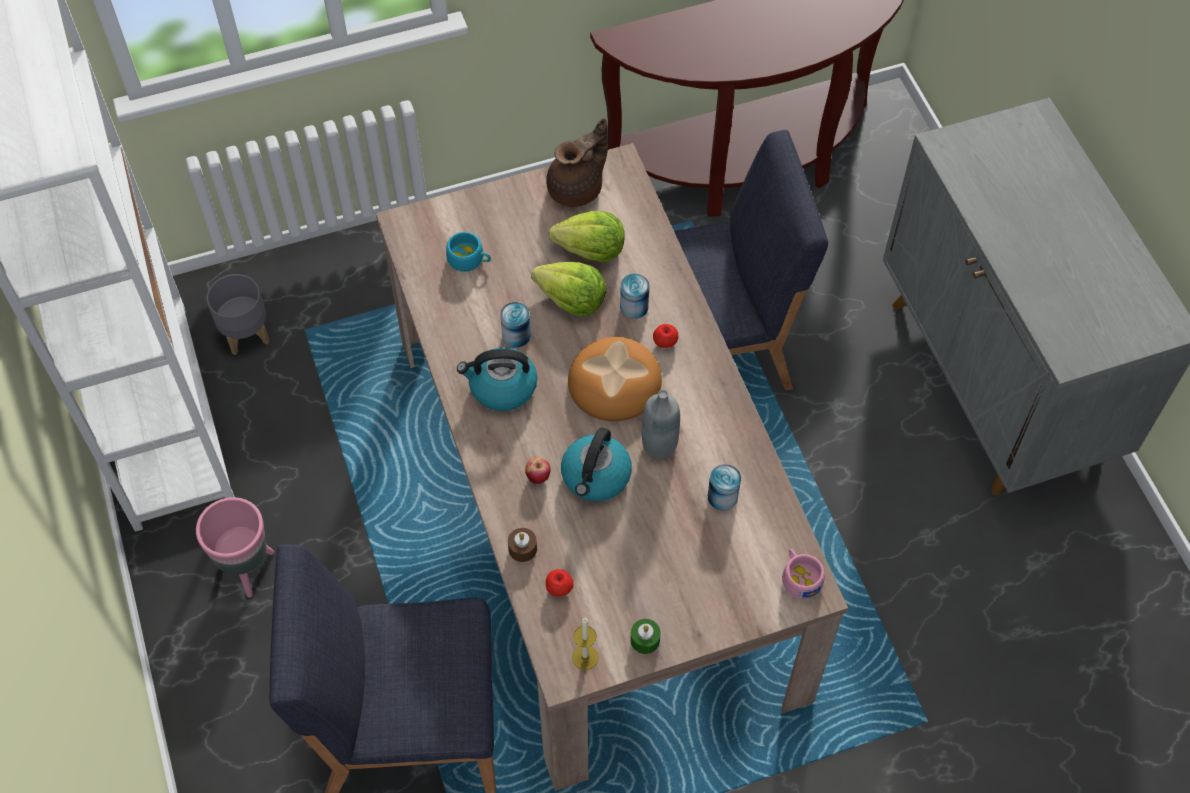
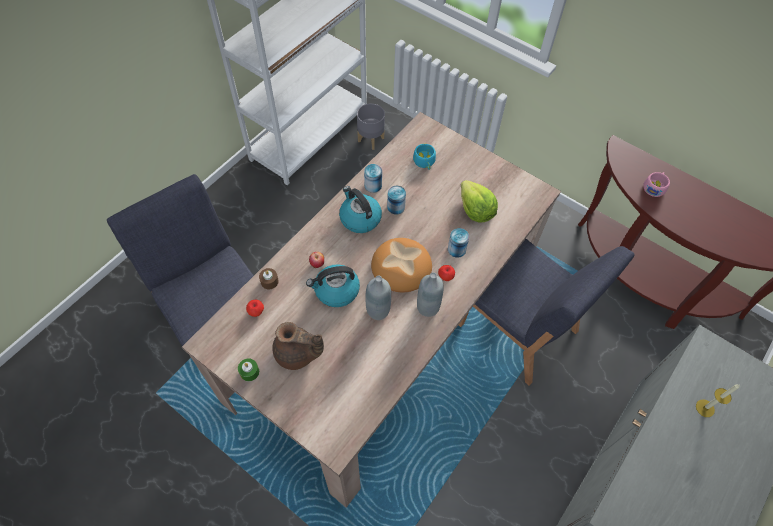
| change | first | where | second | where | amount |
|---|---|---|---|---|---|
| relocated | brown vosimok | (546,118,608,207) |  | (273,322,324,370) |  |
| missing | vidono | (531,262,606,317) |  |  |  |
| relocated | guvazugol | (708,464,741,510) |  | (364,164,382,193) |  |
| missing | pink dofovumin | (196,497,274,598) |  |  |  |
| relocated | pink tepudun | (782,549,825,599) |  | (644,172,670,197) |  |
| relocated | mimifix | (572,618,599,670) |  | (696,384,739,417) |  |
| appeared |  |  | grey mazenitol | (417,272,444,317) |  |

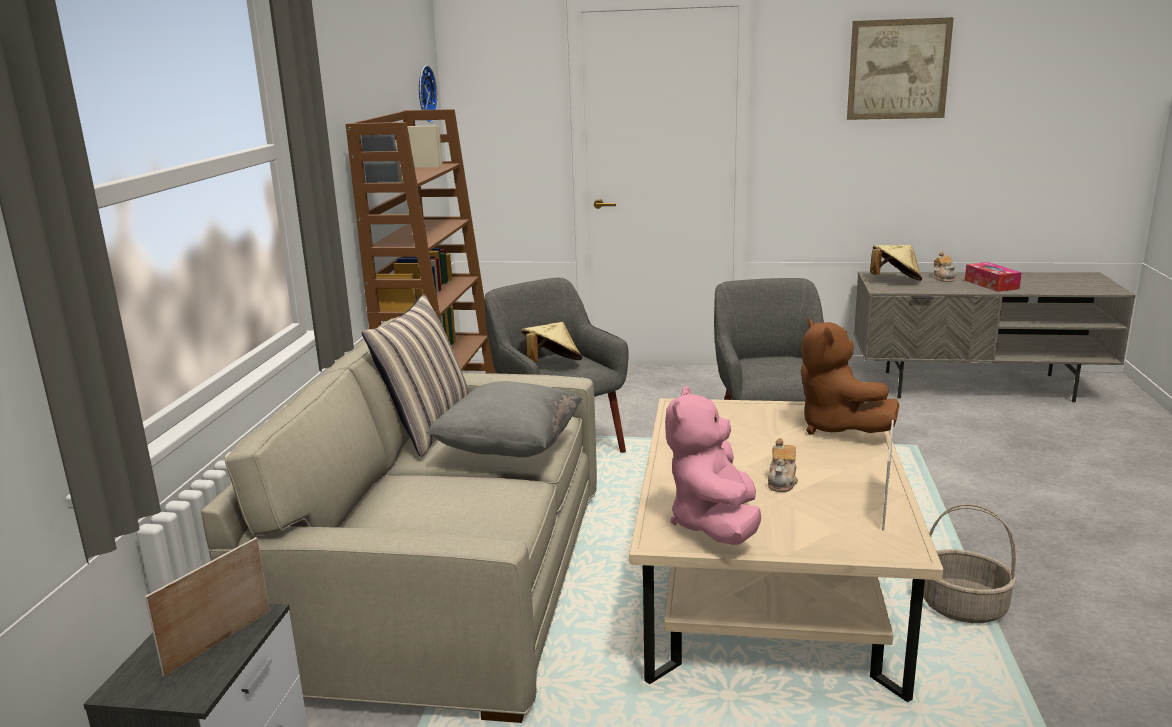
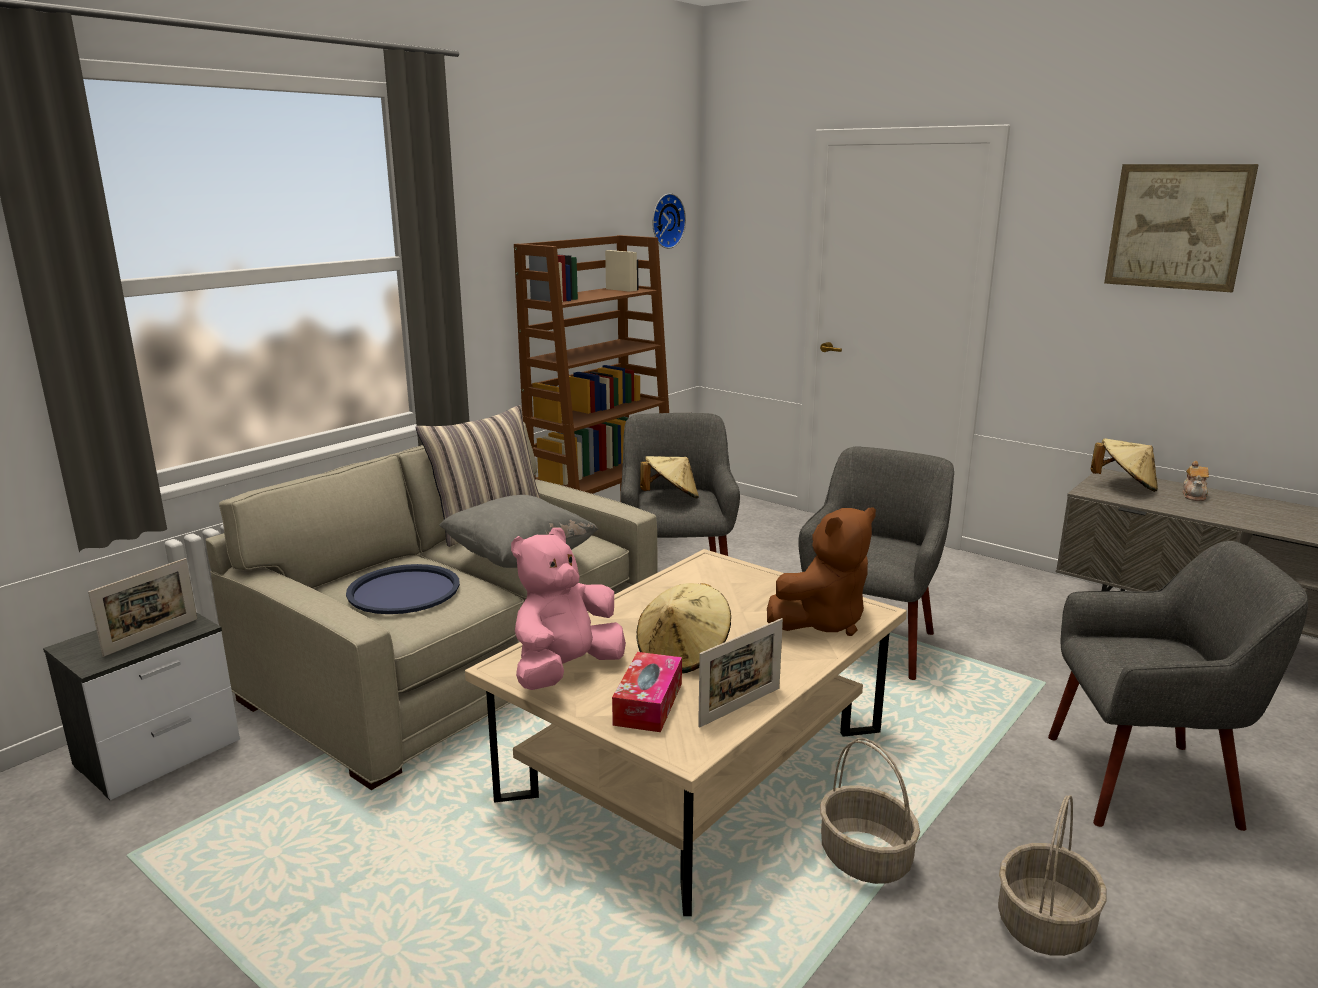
| change | first | where | second | where | amount |
|---|---|---|---|---|---|
| relocated | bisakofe | (965,262,1022,292) |  | (612,652,682,732) |  |
| spun | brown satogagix | (801,319,899,435) |  | (767,507,876,636) | 135 degrees counterclockwise |
| exchanged | vosimok | (768,438,798,492) | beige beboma | (636,583,731,674) |  |
| spun | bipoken | (145,537,270,677) |  | (88,558,197,657) | 150 degrees clockwise |
| appeared |  |  | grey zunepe | (1048,541,1308,831) |  |
| appeared |  |  | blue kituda | (346,564,460,614) |  |
| appeared |  |  | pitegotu | (998,795,1107,956) |  |

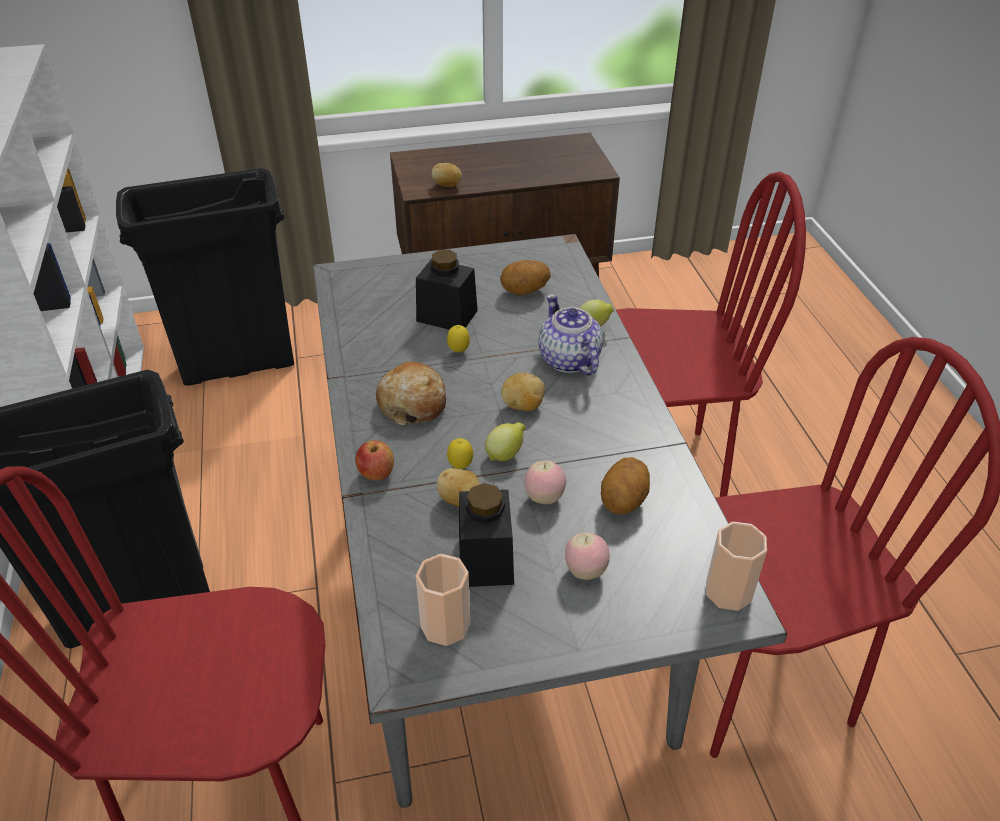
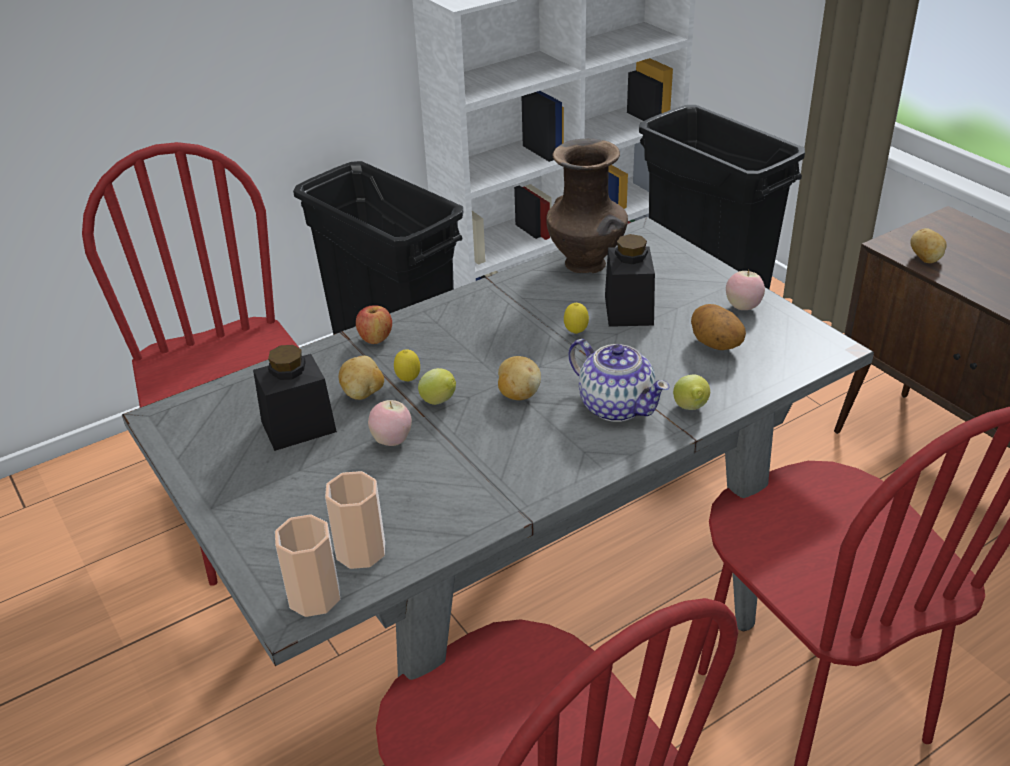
| change | first | where | second | where | amount |
|---|---|---|---|---|---|
| spun | vosimok | (538,294,603,376) |  | (568,339,670,422) | 90 degrees clockwise |
| missing | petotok | (376,362,446,425) |  |  |  |
| missing | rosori | (601,457,650,514) |  |  |  |
| relocated | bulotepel | (565,532,610,580) |  | (726,270,765,310) |  |
| relocated | tepudun | (416,554,470,646) |  | (325,471,385,569) |  |
| appeared |  |  | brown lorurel | (546,139,628,273) |  |

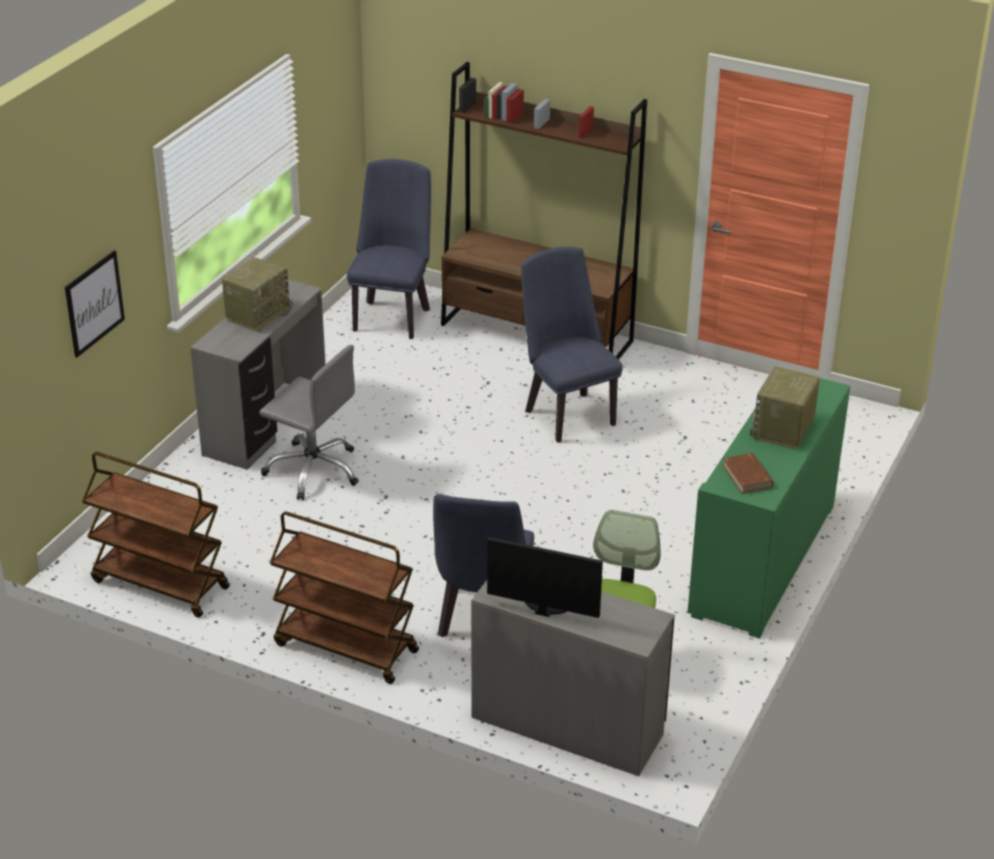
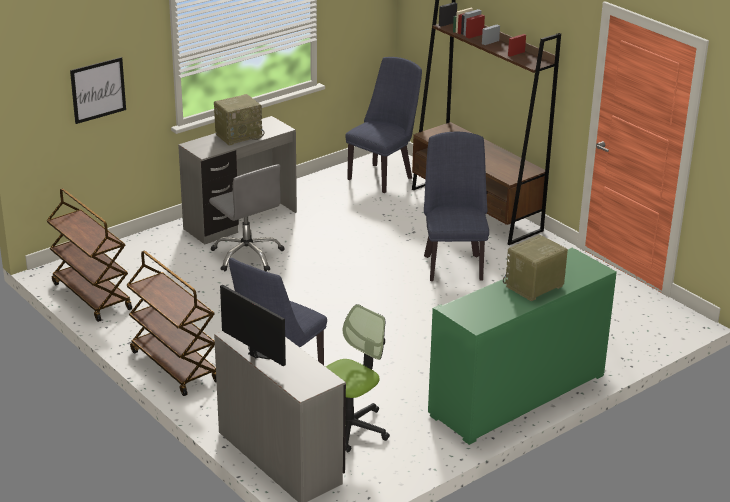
| change | first | where | second | where | amount |
|---|---|---|---|---|---|
| missing | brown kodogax | (722,453,773,494) |  |  |  |

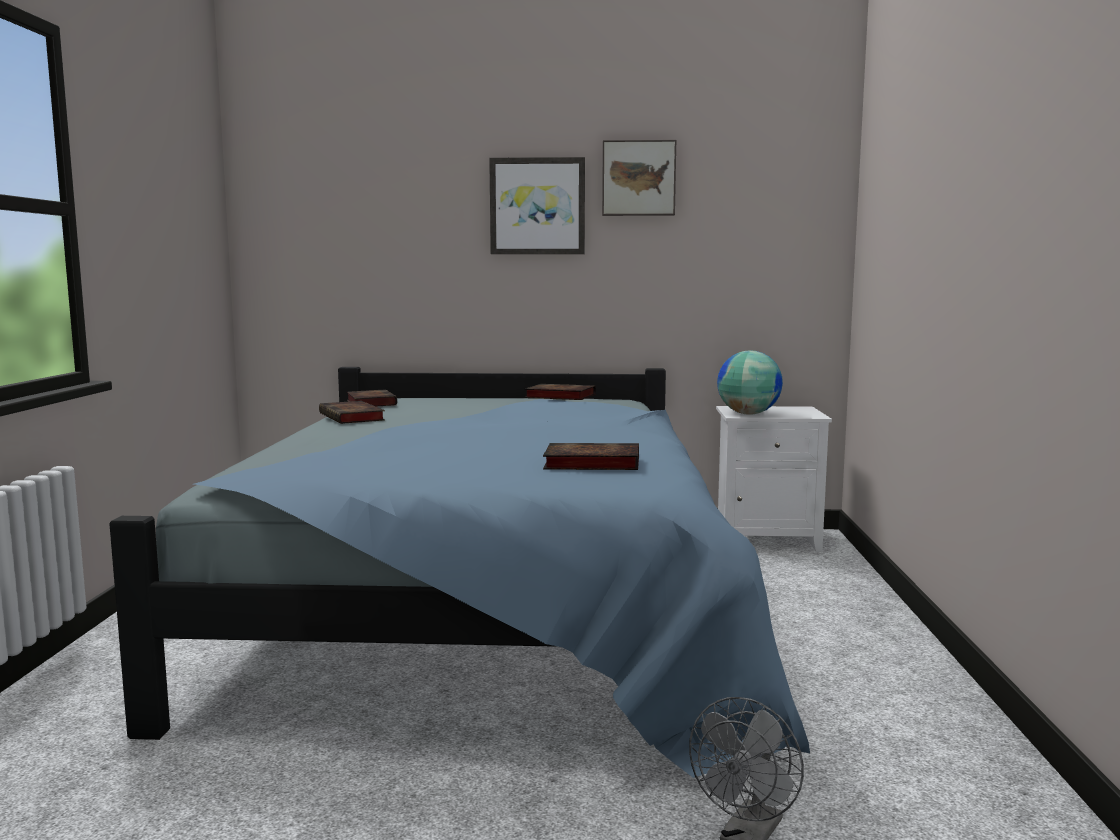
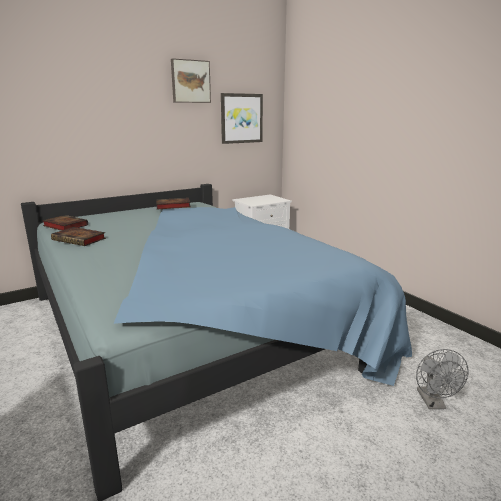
| change | first | where | second | where | amount |
|---|---|---|---|---|---|
| relocated | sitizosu | (489,157,585,254) |  | (221,93,263,144) |  |
| missing | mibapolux | (717,351,783,415) |  |  |  |
| missing | kodogax | (543,443,639,470) |  |  |  |

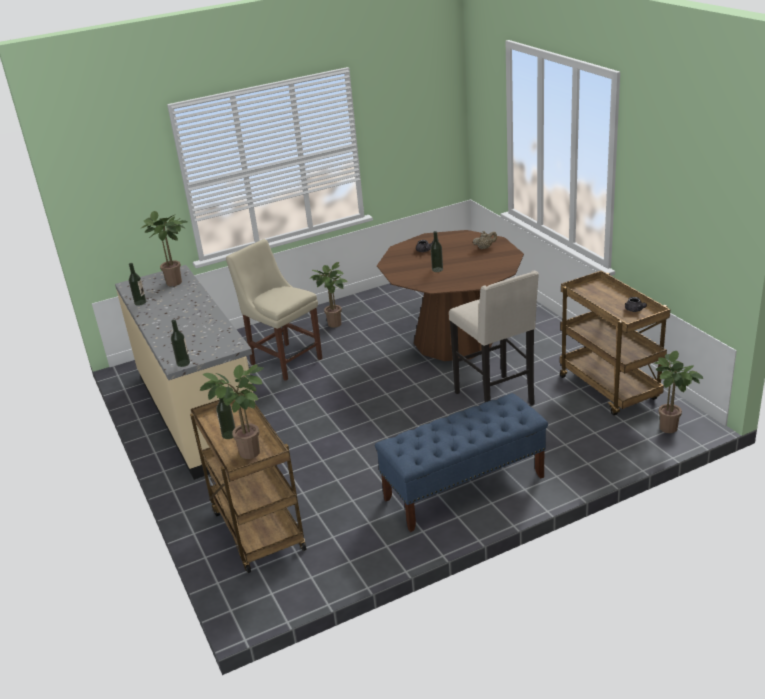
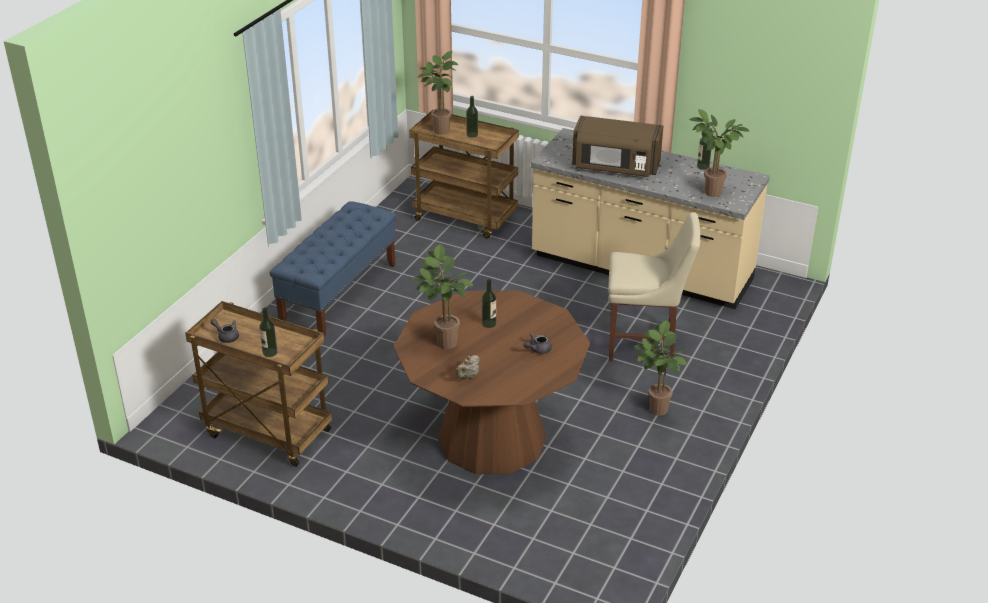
| change | first | where | second | where | amount |
|---|---|---|---|---|---|
| missing | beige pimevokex | (449,271,539,405) |  |  |  |
| relocated | mazenitol | (171,319,190,367) |  | (259,307,278,357) |  |
| relocated | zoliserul | (655,351,703,433) |  | (412,244,473,349) |  |
| appeared |  |  | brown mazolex | (572,116,663,177) |  |

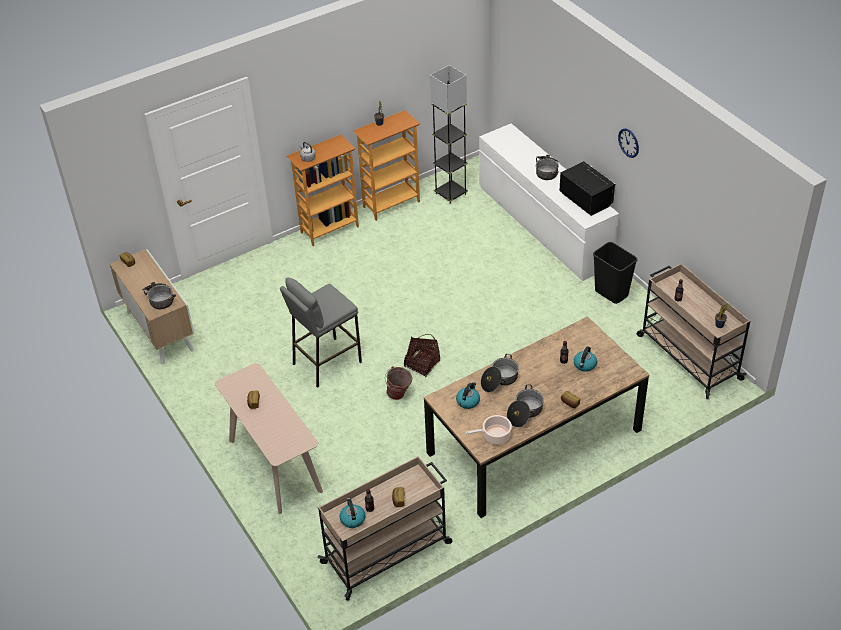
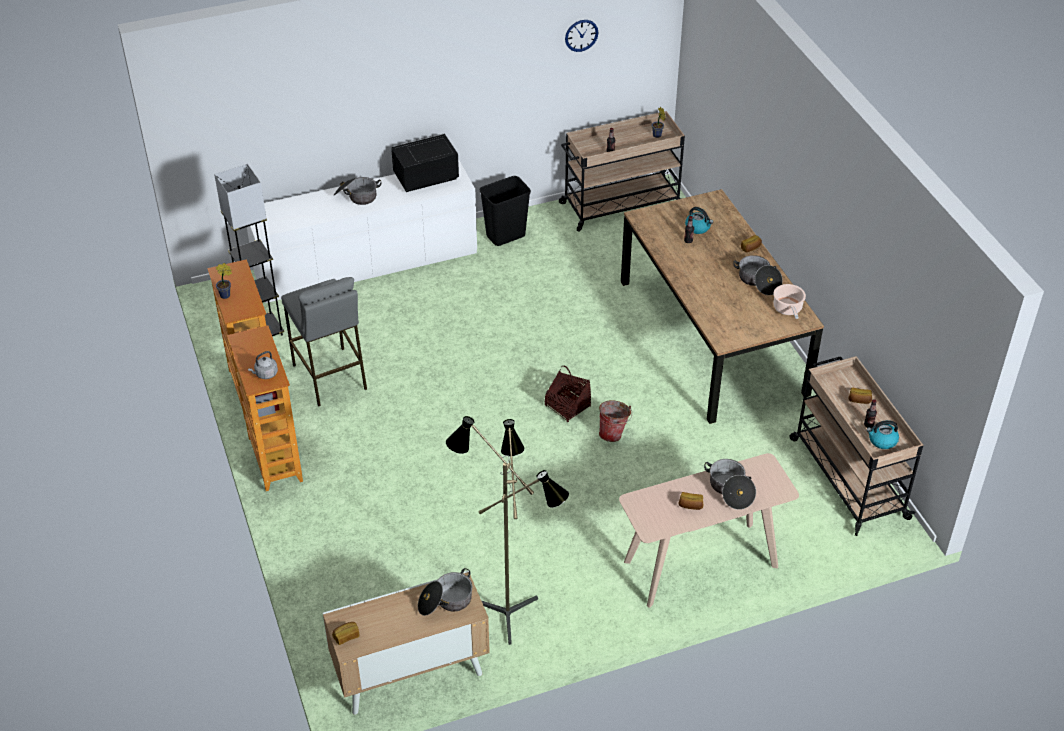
| change | first | where | second | where | amount |
|---|---|---|---|---|---|
| relocated | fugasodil | (618,128,639,158) |  | (565,20,599,52) |  |
| relocated | grey pimevokex | (280,277,362,388) |  | (281,277,367,407) |  |
| relocated | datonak | (481,354,519,392) |  | (704,459,756,510) |  |
| missing | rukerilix | (456,382,480,409) |  |  |  |
| appeared |  |  | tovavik | (446,416,569,645) |  |

